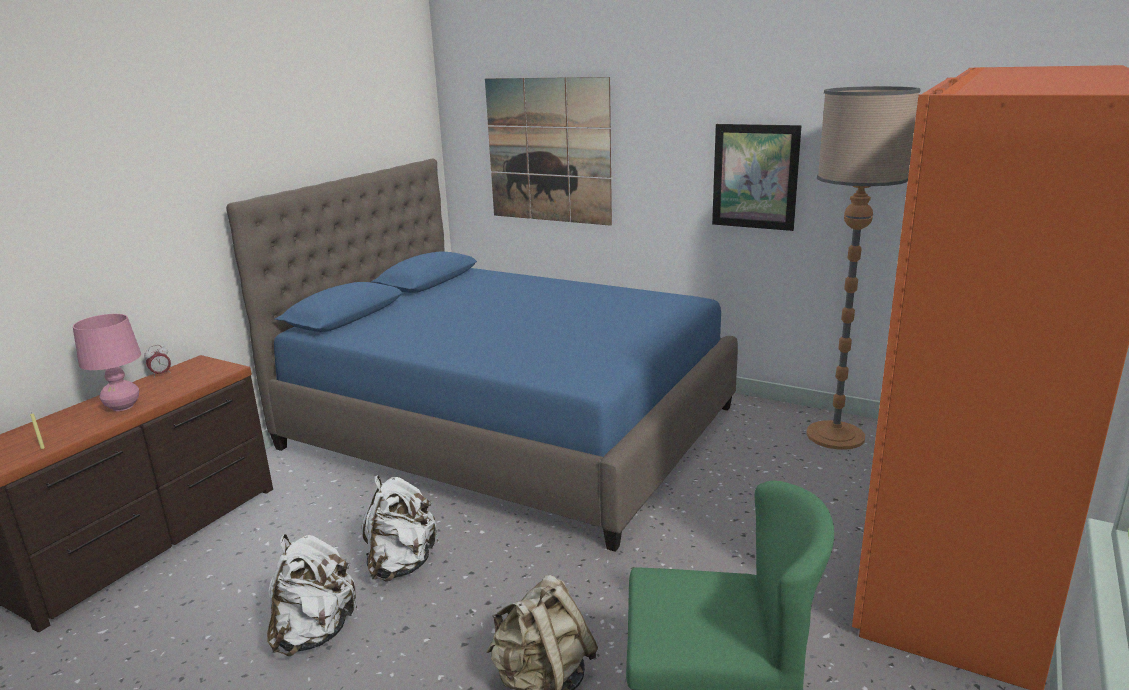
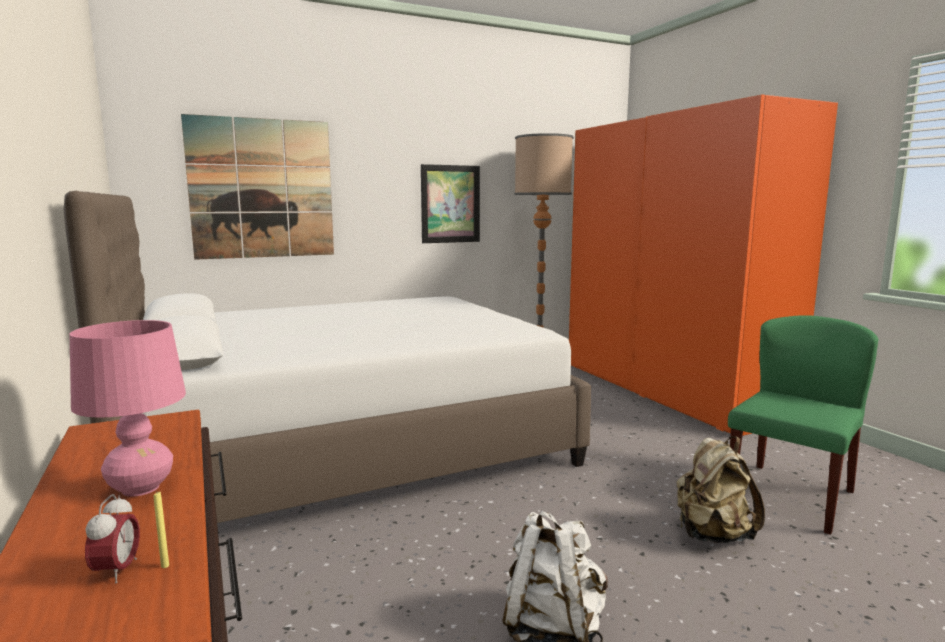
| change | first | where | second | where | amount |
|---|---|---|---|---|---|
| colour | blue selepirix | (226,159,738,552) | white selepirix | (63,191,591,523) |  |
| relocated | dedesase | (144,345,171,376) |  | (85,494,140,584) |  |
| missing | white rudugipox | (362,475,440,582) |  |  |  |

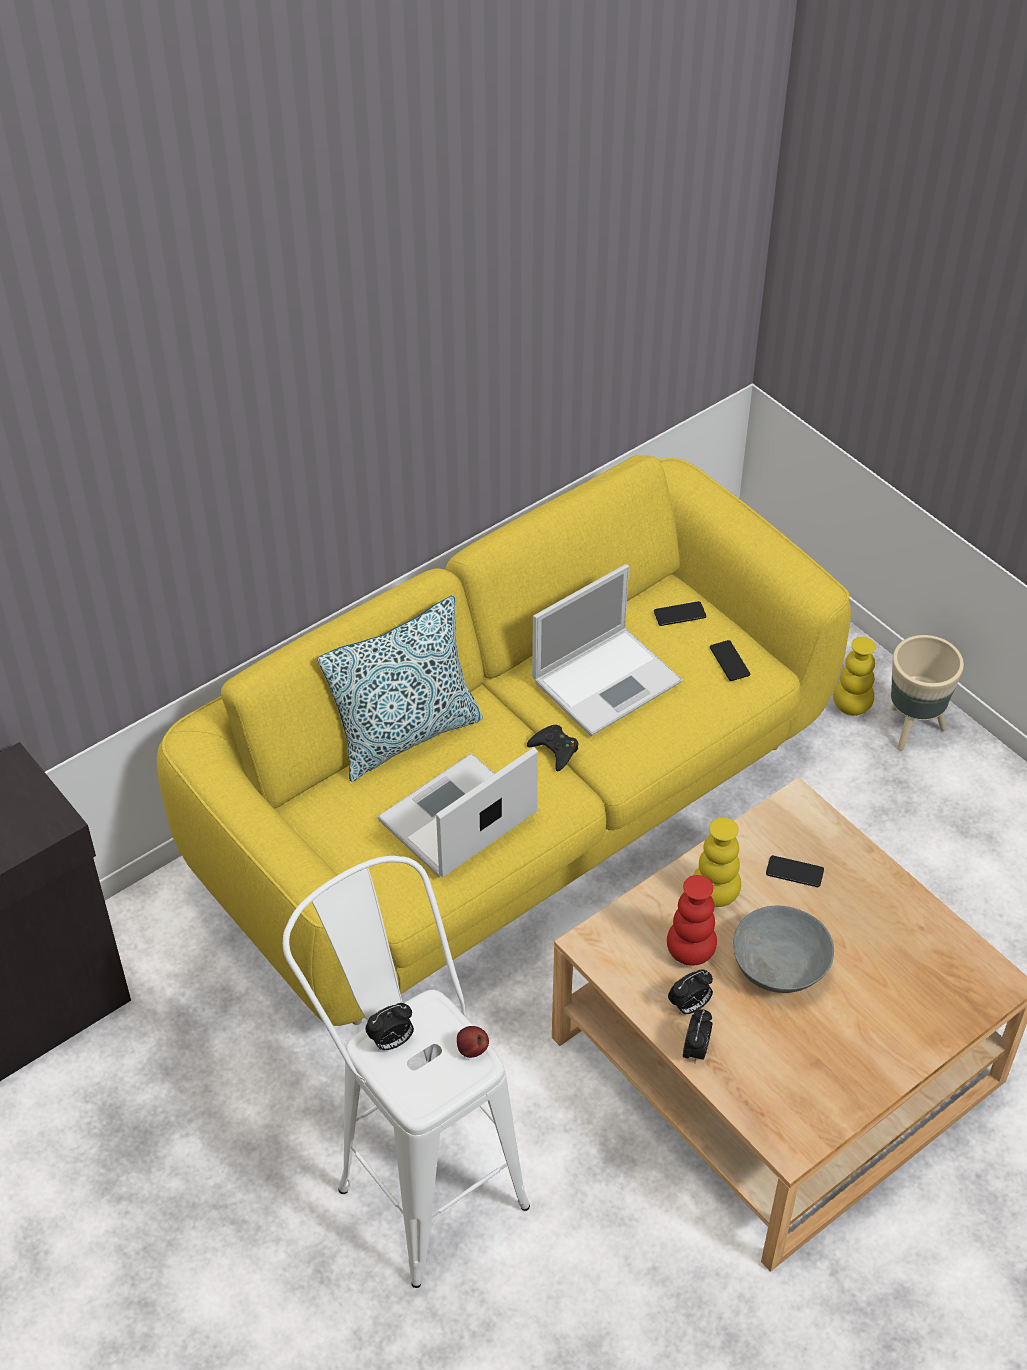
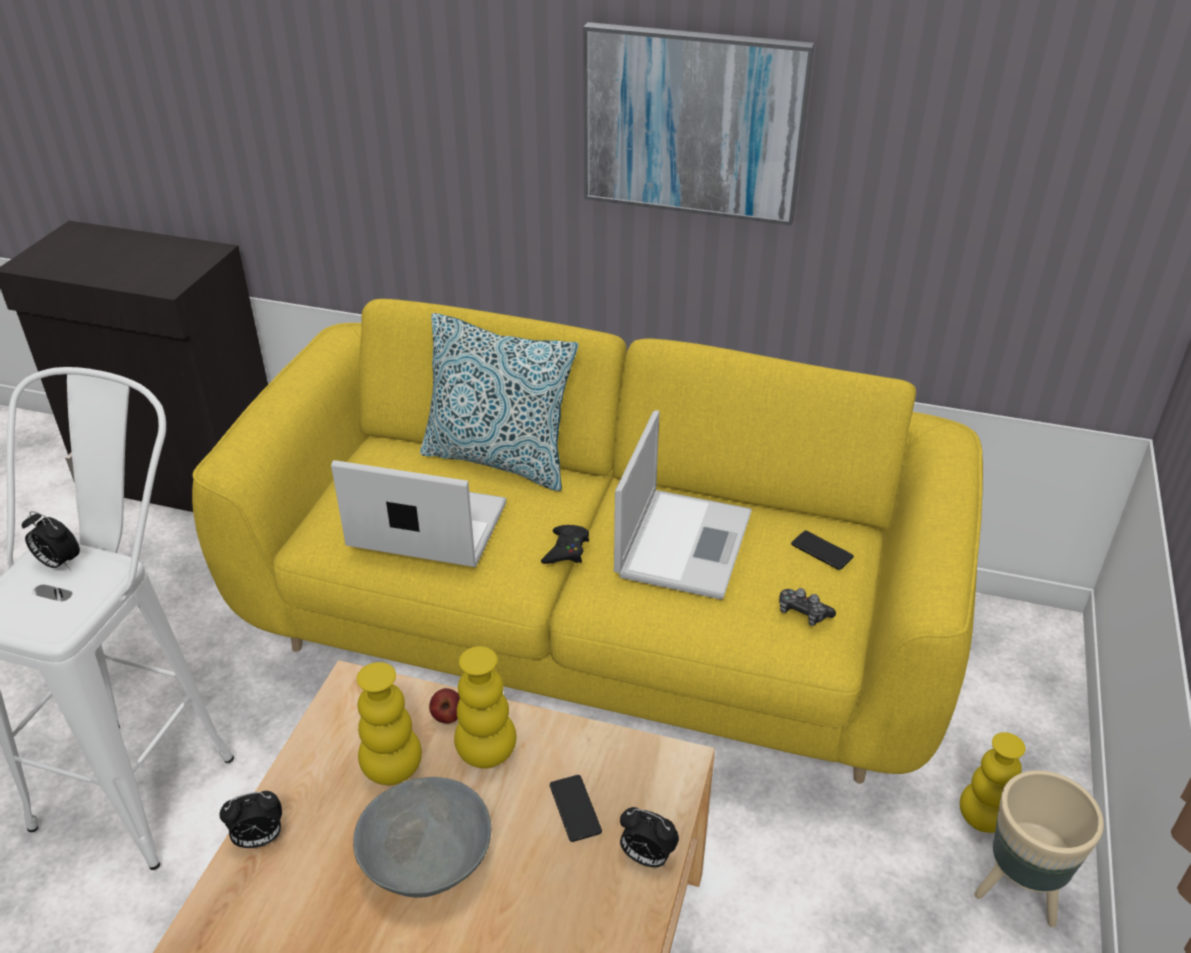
| change | first | where | second | where | amount |
|---|---|---|---|---|---|
| spun | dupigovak | (532,564,682,736) |  | (614,410,752,600) | 90 degrees counterclockwise |
| exchanged | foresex | (710,640,750,681) | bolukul | (779,588,836,626) |  |
| colour | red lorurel | (667,875,717,966) | yellow lorurel | (357,662,422,785) |  |
| relocated | dedesase | (668,969,713,1014) |  | (620,807,679,867) |  |
| relocated | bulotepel | (457,1026,489,1058) |  | (429,688,460,723) |  |
| appeared |  |  | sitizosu | (583,22,814,226) |  |

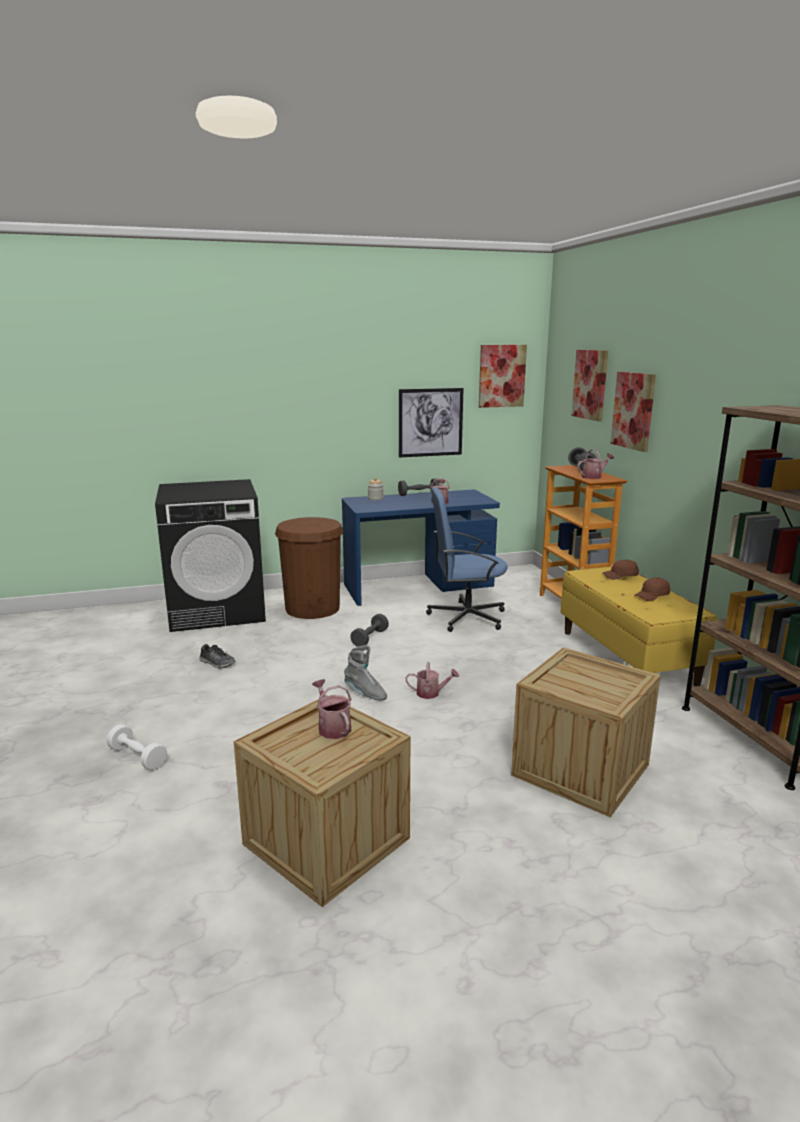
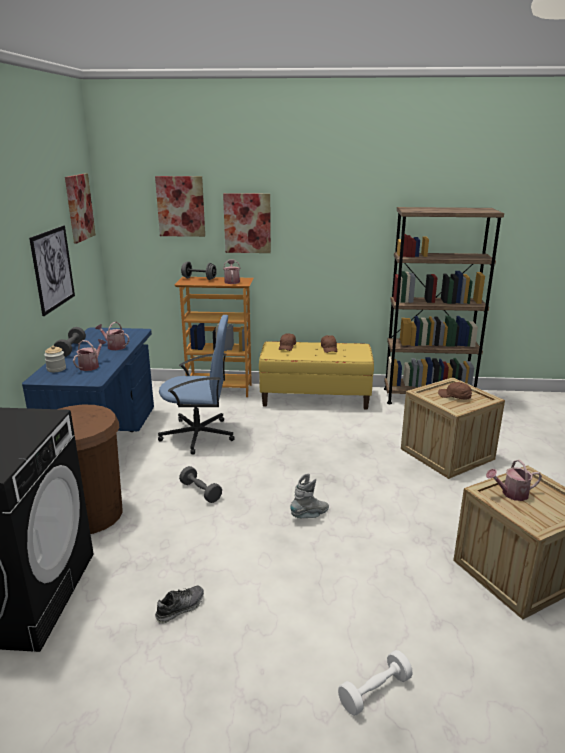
| change | first | where | second | where | amount |
|---|---|---|---|---|---|
| spun | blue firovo | (426,487,508,632) |  | (158,315,235,455) | 105 degrees counterclockwise |
| relocated | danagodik | (406,661,459,699) |  | (73,339,106,371) |  |
| appeared |  |  | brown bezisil | (438,382,472,399) |  |

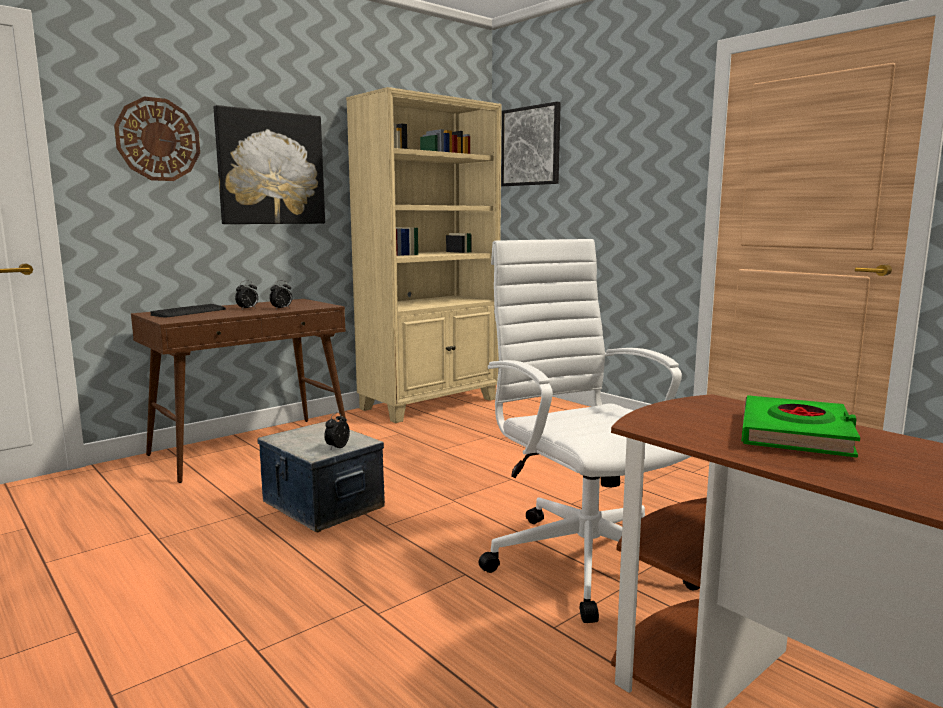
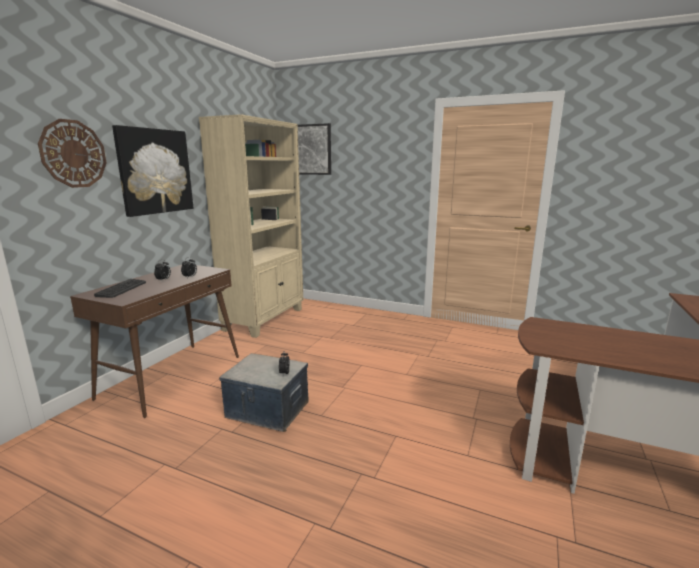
| change | first | where | second | where | amount |
|---|---|---|---|---|---|
| missing | white firovo | (478,239,700,623) |  |  |  |
| missing | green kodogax | (742,395,860,458) |  |  |  |

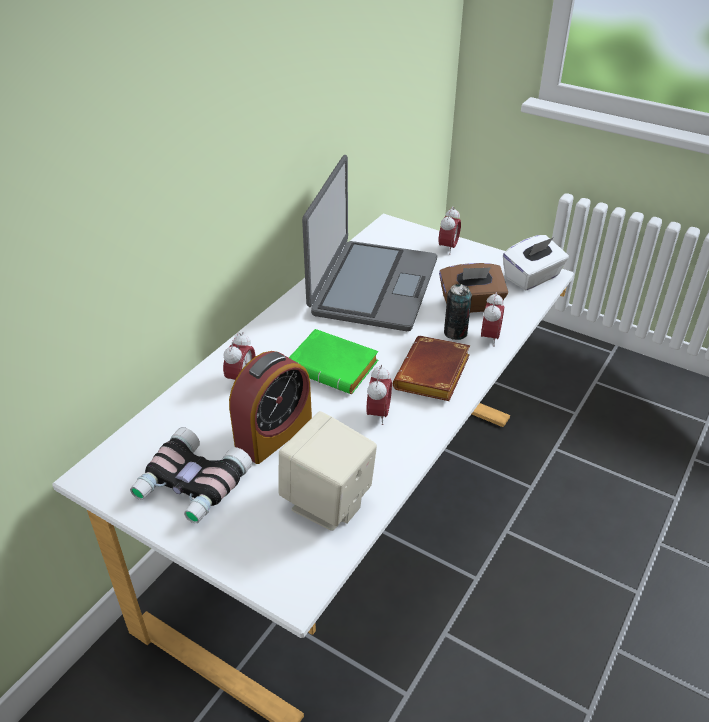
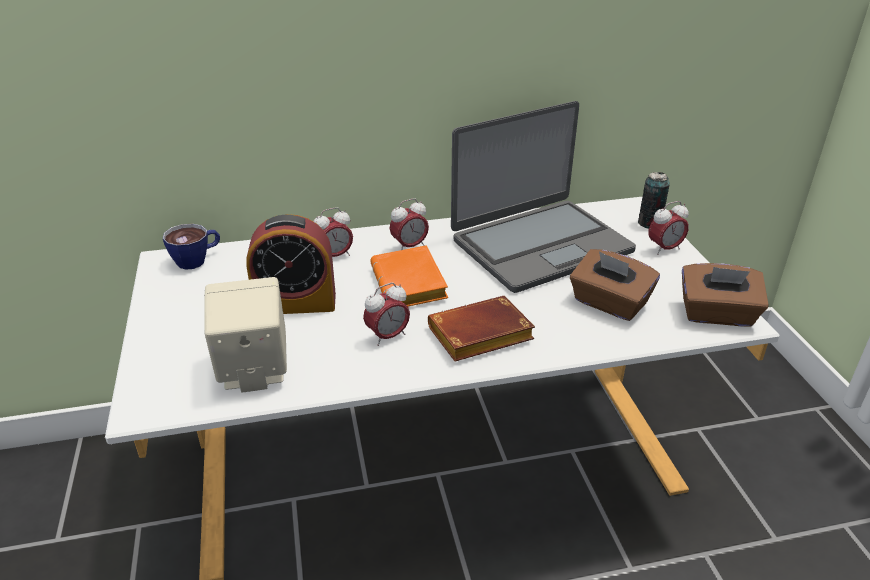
| change | first | where | second | where | amount |
|---|---|---|---|---|---|
| colour | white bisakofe | (503,235,569,290) | brown bisakofe | (682,263,769,326) |  |
| relocated | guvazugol | (444,284,472,340) |  | (638,172,670,229) |  |
| relocated | dedesase | (481,292,504,346) |  | (389,198,429,250) |  |
| colour | green kodogax | (289,329,378,394) | orange kodogax | (370,245,448,307) |  |
| missing | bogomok | (130,427,252,523) |  |  |  |
| appeared |  |  | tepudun | (163,224,220,270) |  |

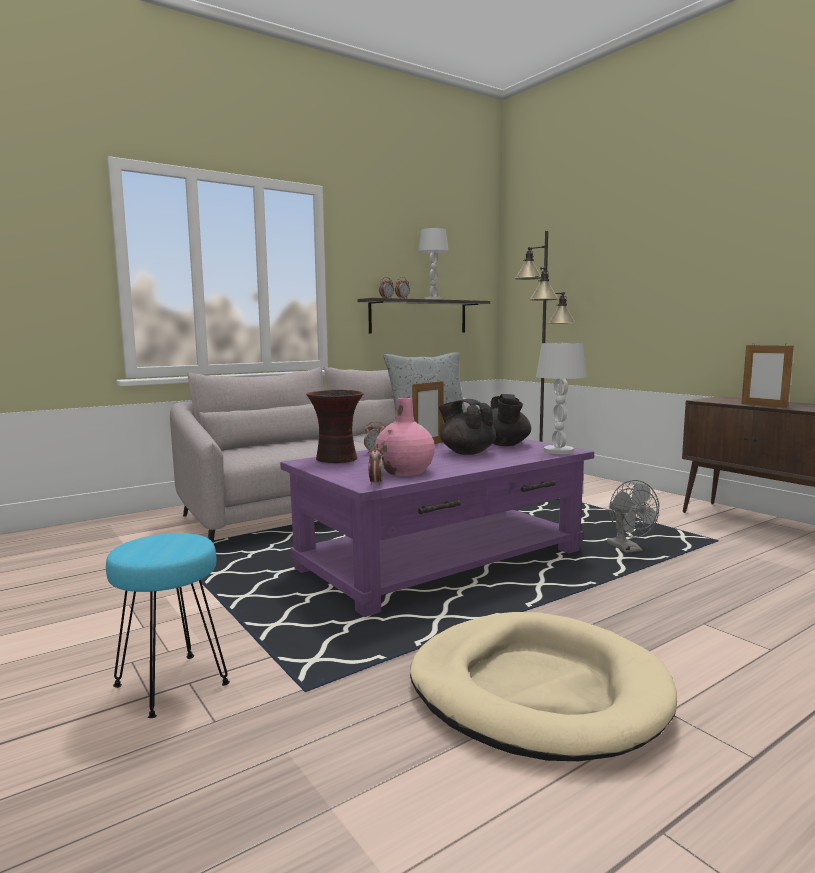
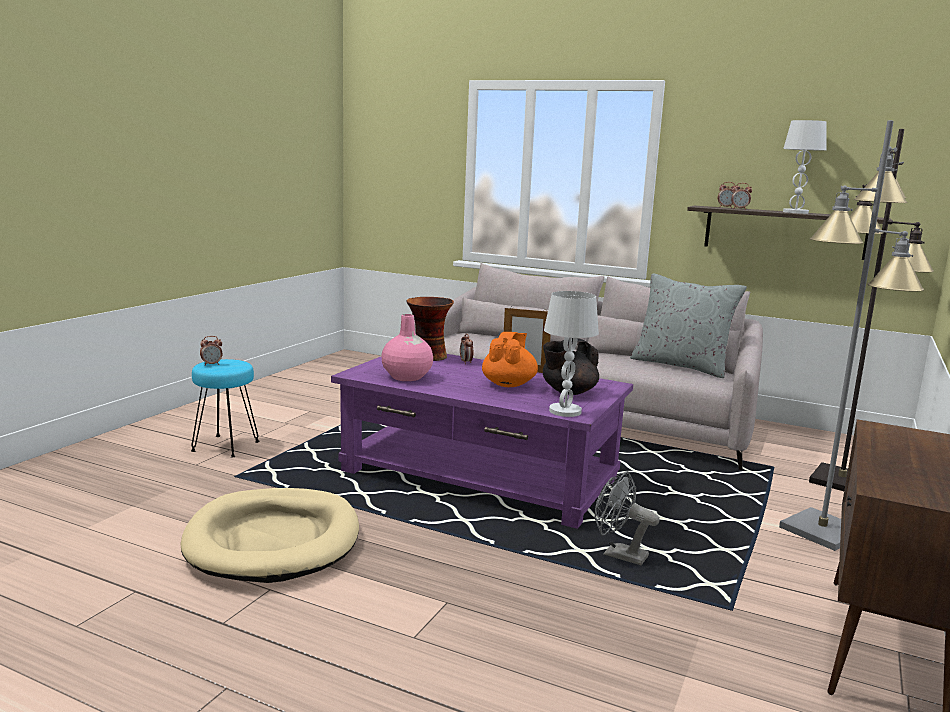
| change | first | where | second | where | amount |
|---|---|---|---|---|---|
| missing | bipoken | (741,343,794,408) |  |  |  |
| colour | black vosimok | (438,399,496,455) | orange vosimok | (482,332,538,387) |  |
| relocated | dedesase | (369,443,384,486) |  | (200,336,222,366) |  |
| spun | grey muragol | (607,480,659,553) |  | (595,471,660,565) | 75 degrees clockwise |
| appeared |  |  | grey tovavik | (779,120,924,551) |  |

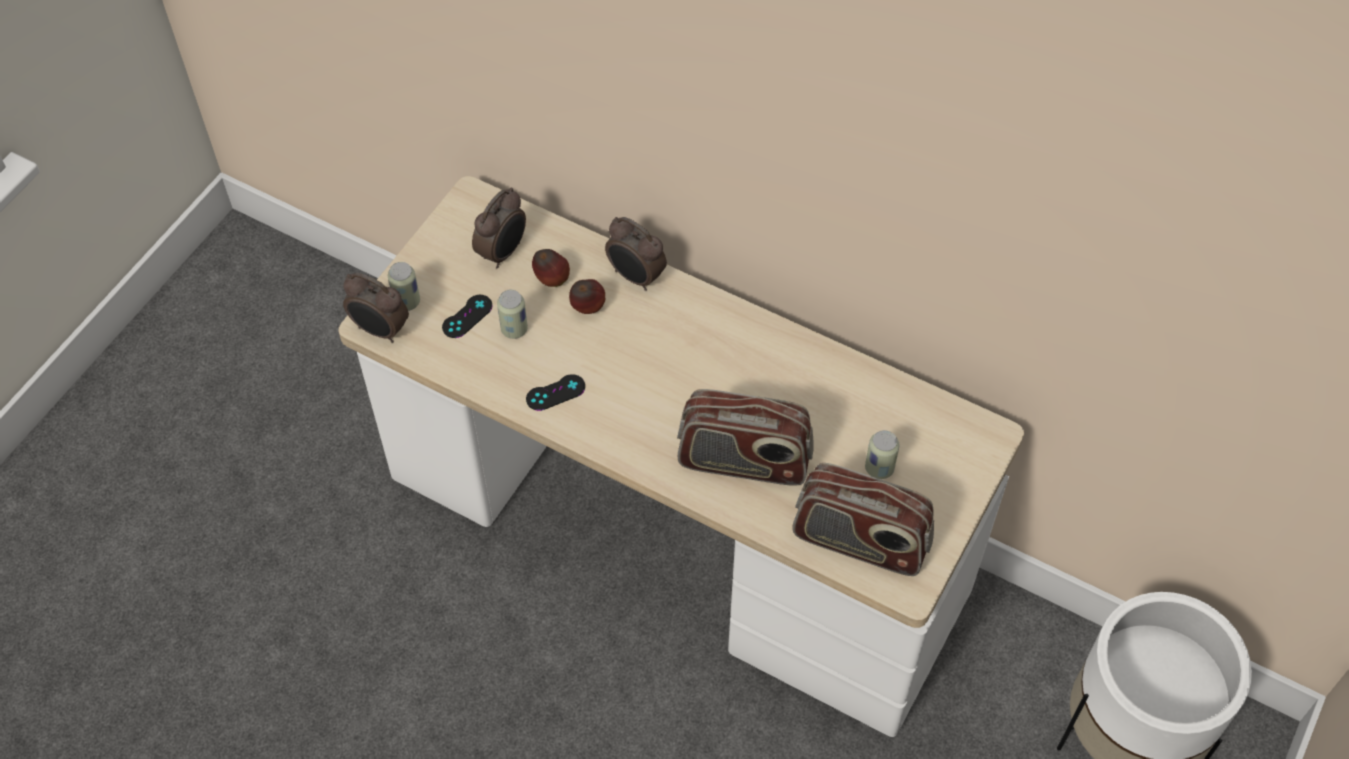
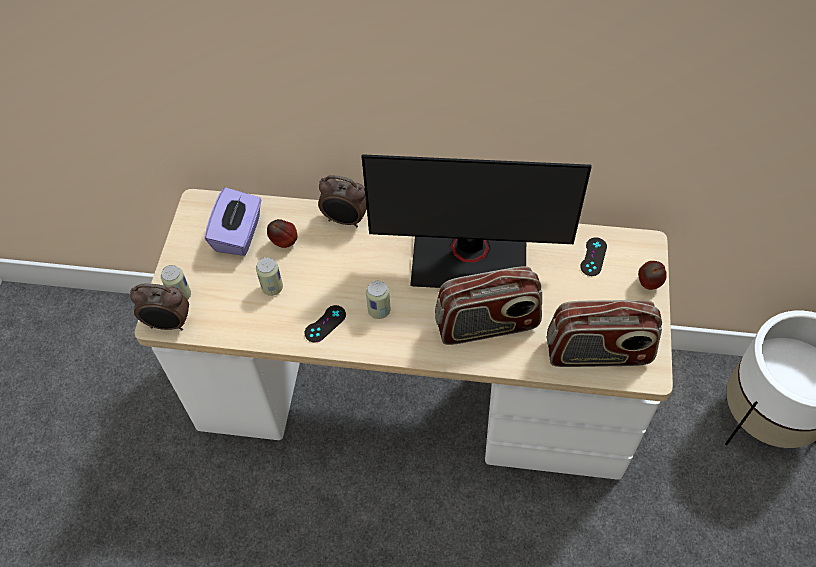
| change | first | where | second | where | amount |
|---|---|---|---|---|---|
| exchanged | dedesase | (472,188,526,268) | purple bisakofe | (205,187,262,256) |  |
| relocated | bulotepel | (569,279,605,314) |  | (638,261,667,290) |  |
| relocated | black bolukul | (442,295,493,338) |  | (580,237,607,276) |  |
| relocated | guvazugol | (865,430,900,479) |  | (366,281,391,319) |  |
| appeared |  |  | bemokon | (361,154,592,288) |  |

